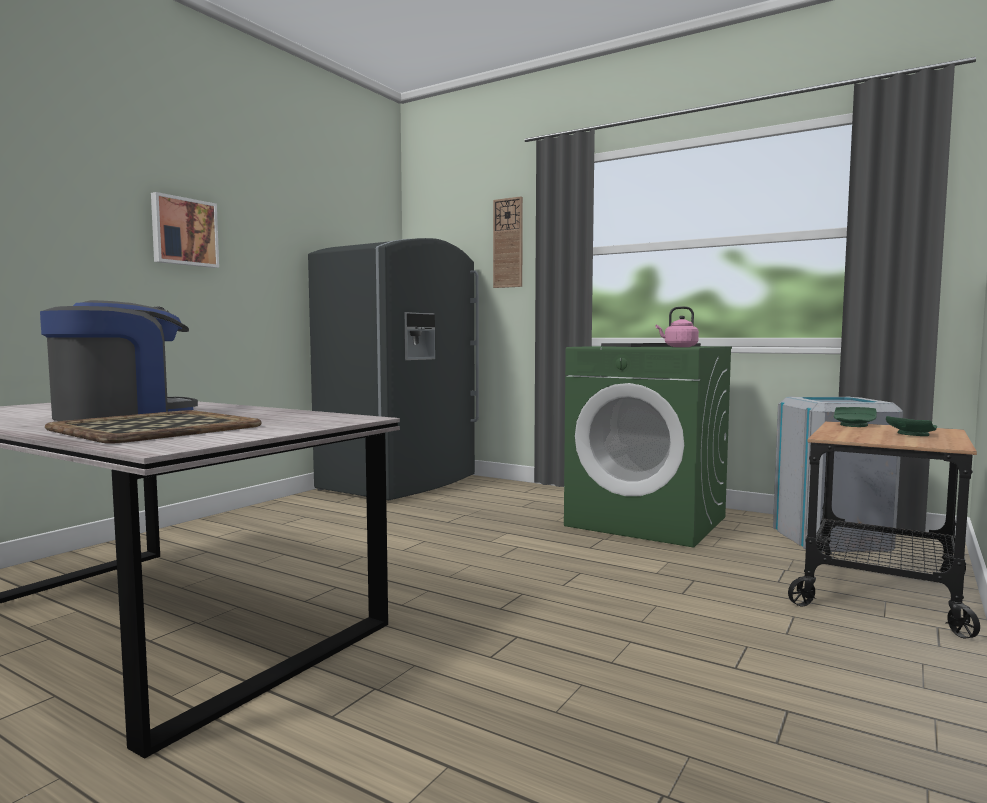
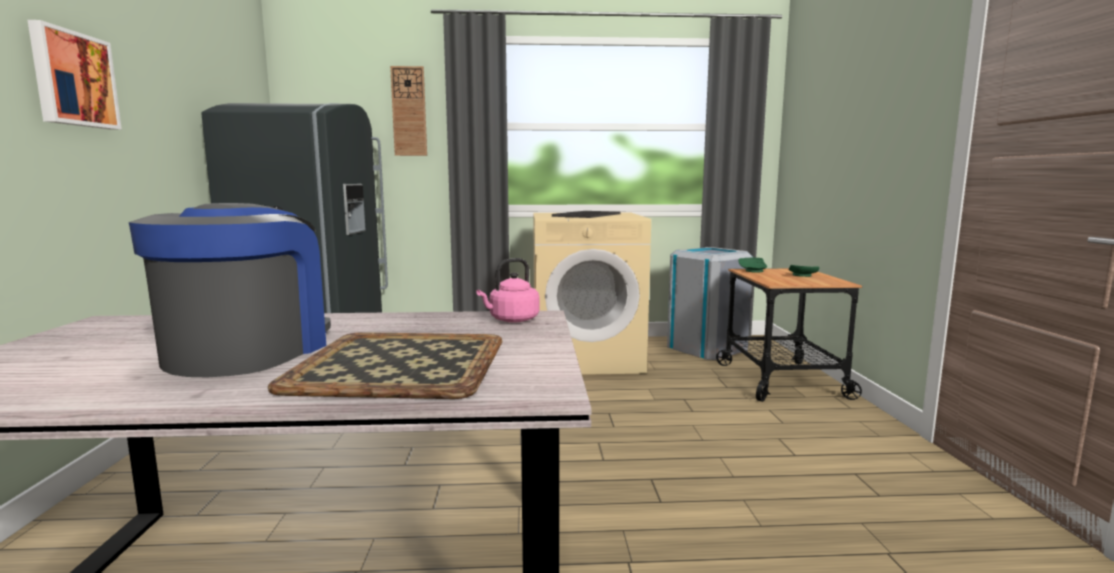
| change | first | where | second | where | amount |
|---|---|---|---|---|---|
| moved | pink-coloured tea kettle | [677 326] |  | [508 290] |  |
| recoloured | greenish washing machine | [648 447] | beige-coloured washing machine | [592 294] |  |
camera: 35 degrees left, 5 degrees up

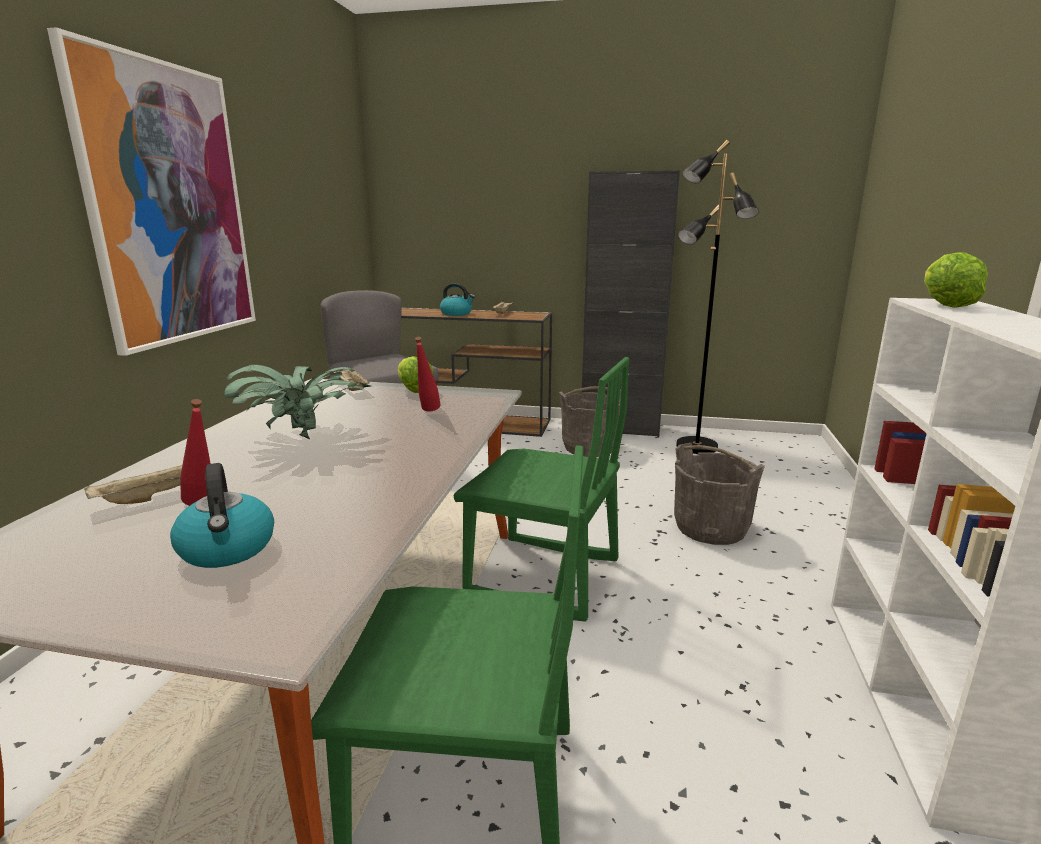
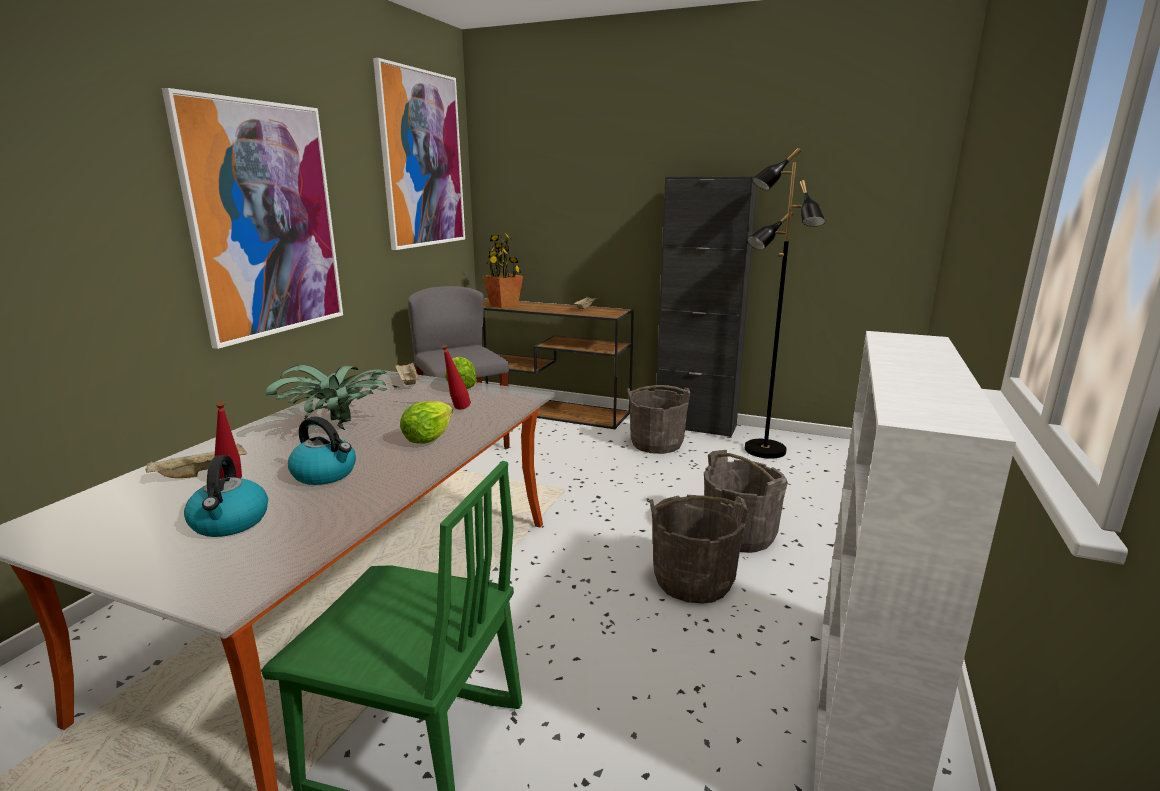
| change | first | where | second | where | amount |
|---|---|---|---|---|---|
| moved | lettuce | [956 280] |  | [426 422] |  |
| moved | tea kettle | [457 299] |  | [322 450] |  |
| removed | greenish plain chair | [541 489] |  |  |  |
| added |  |  | wall art | [419 154] |  |
| added |  |  | plant in a pot | [503 270] |  |
| added |  |  | gray bucket | [698 549] |  |
camera: 10 degrees right, 0 degrees up

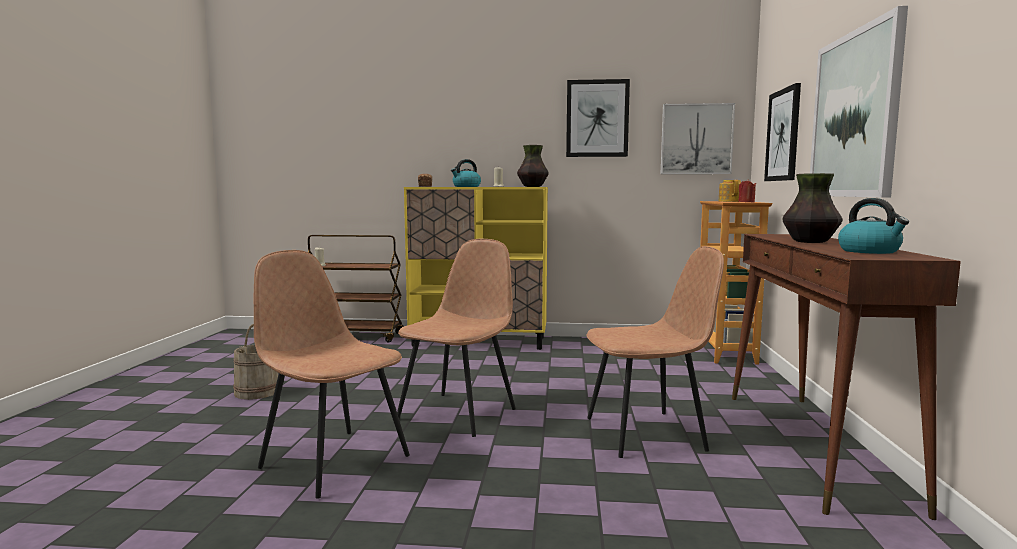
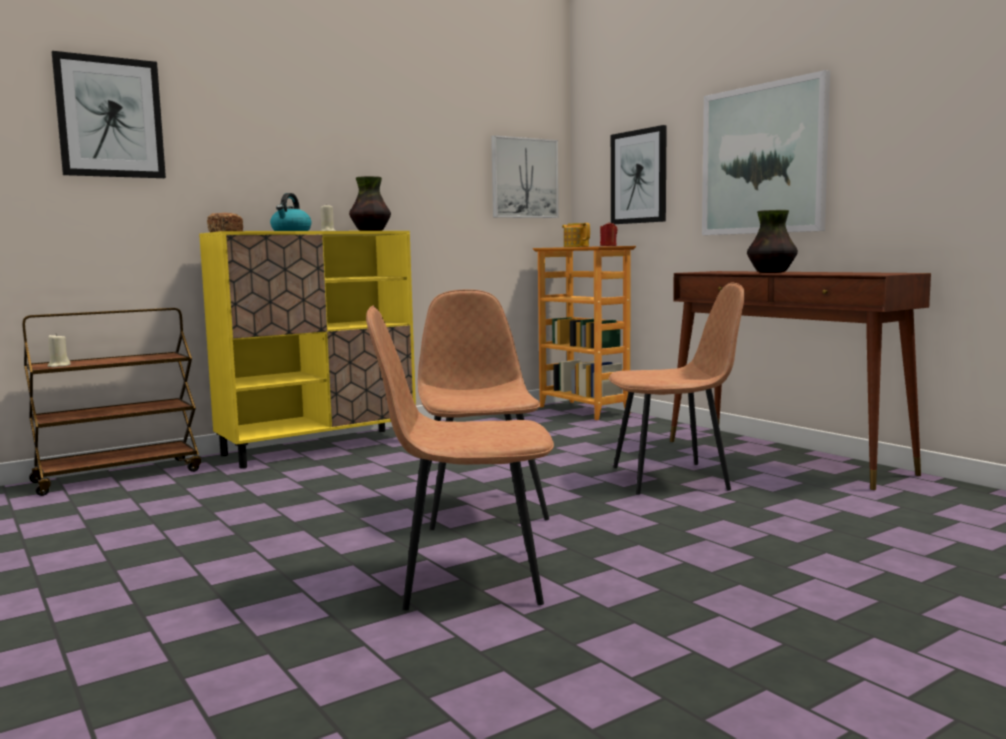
| change | first | where | second | where | amount |
|---|---|---|---|---|---|
| moved | wall art | [598 118] |  | [109 114] |  |
| removed | tea kettle | [873 226] |  |  |  |
| turned | brown-coloured plain chair | [655 352] |  | [676 389] | 45 degrees clockwise |
| removed | beige-coloured bucket | [255 362] |  |  |  |
camera: 40 degrees left, 0 degrees up

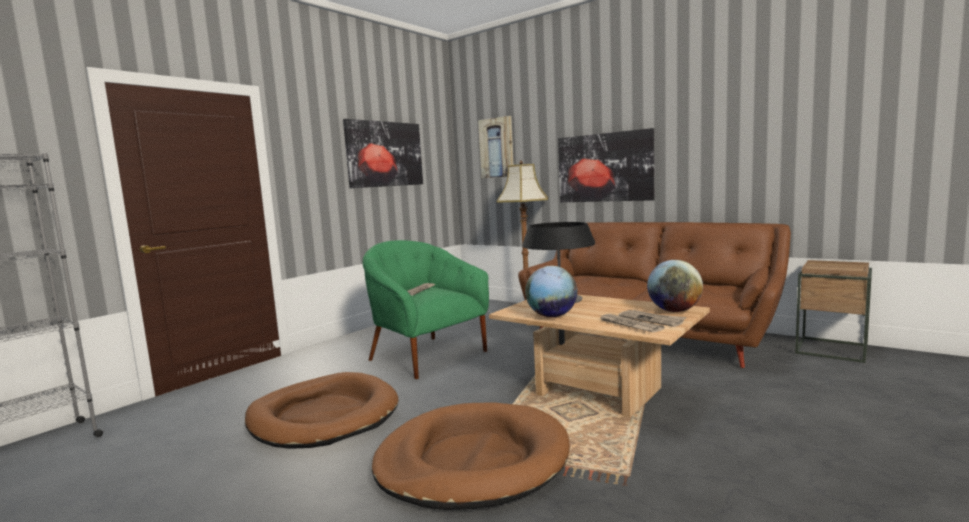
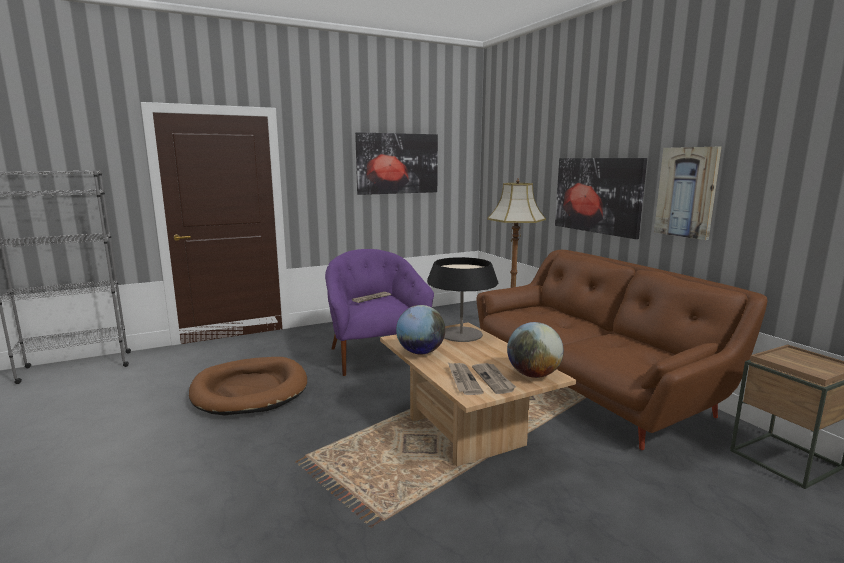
| change | first | where | second | where | amount |
|---|---|---|---|---|---|
| moved | wall art | [496 147] |  | [687 193] |  |
| recoloured | greenish armchair | [426 309] | purple armchair | [379 312] |  |
| removed | brown-coloured dog bed | [471 456] |  |  |  |
camera: 25 degrees right, 5 degrees up

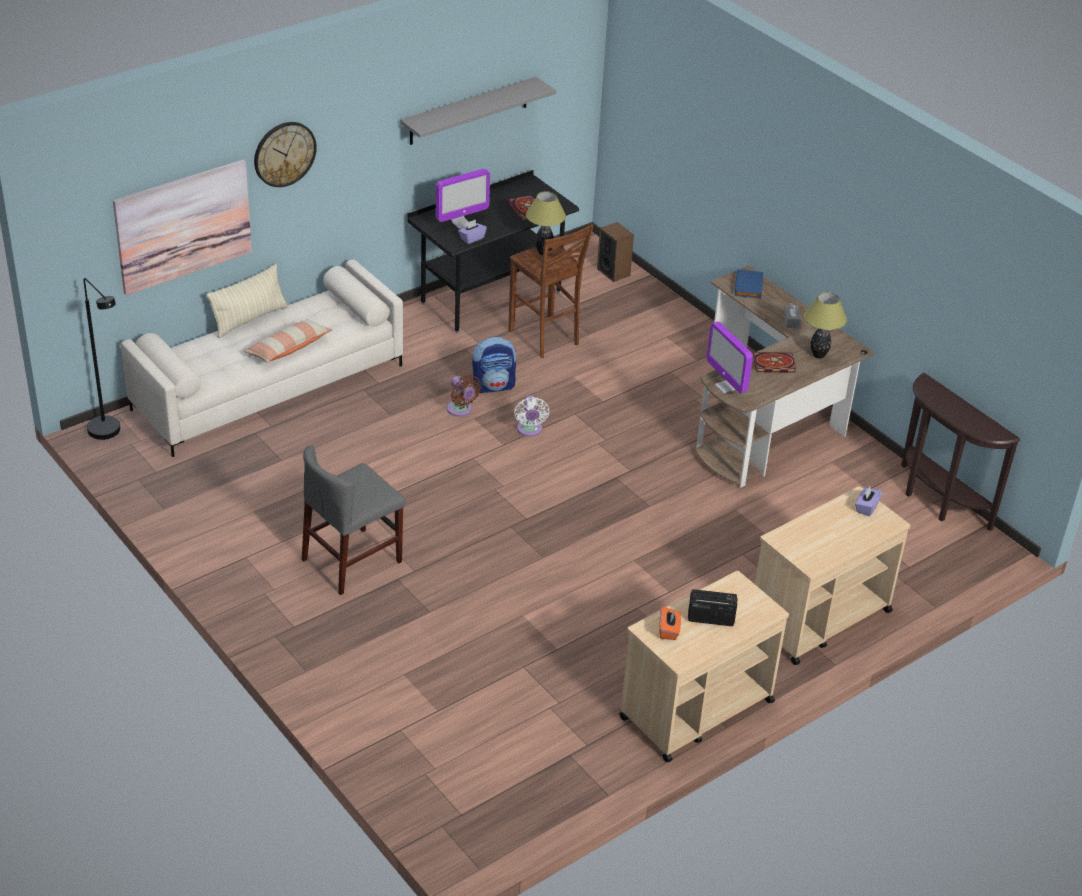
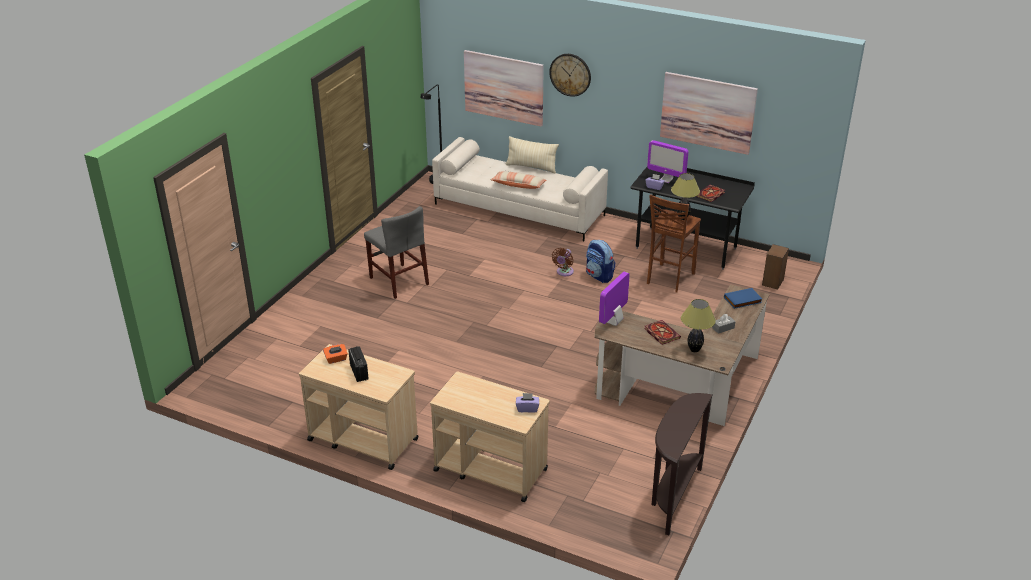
| change | first | where | second | where | amount |
|---|---|---|---|---|---|
| replaced | gray bracket shelf | [478 111] | wall art | [709 113] |  |
| removed | whitish cooling fan | [531 416] |  |  |  |
| turned | gray plain chair | [354 520] |  | [396 252] | 150 degrees counterclockwise |
camera: 65 degrees right, 5 degrees down

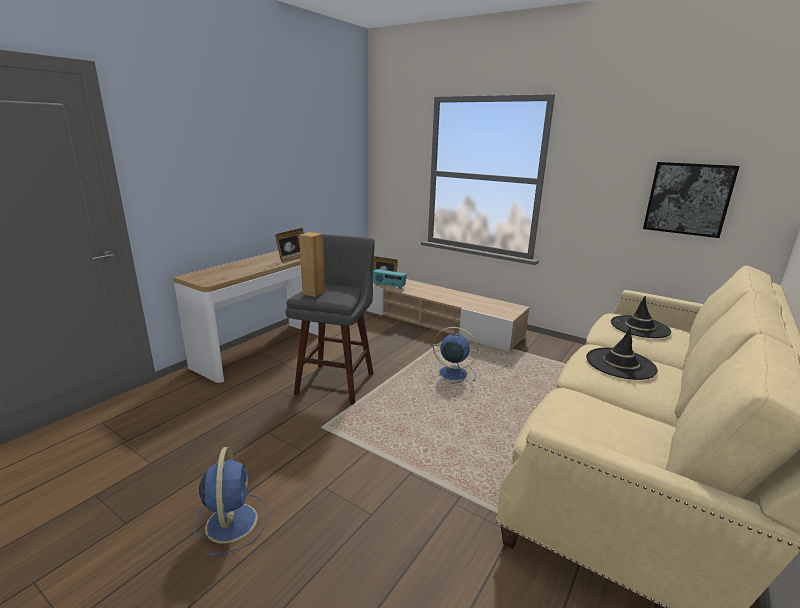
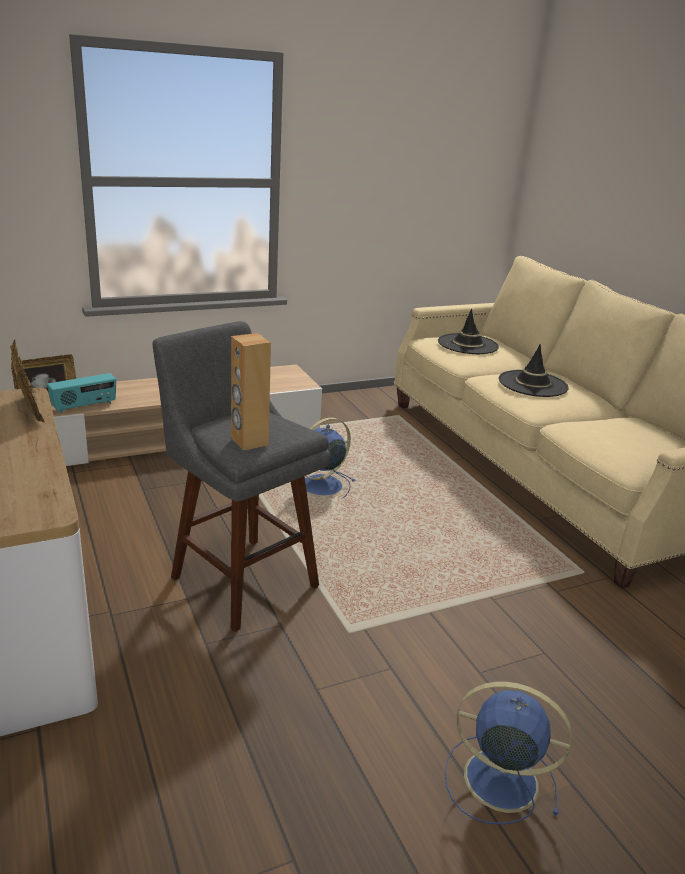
| change | first | where | second | where | amount |
|---|---|---|---|---|---|
| removed | wall art | [691 200] |  |  |  |
camera: 60 degrees left, 5 degrees up

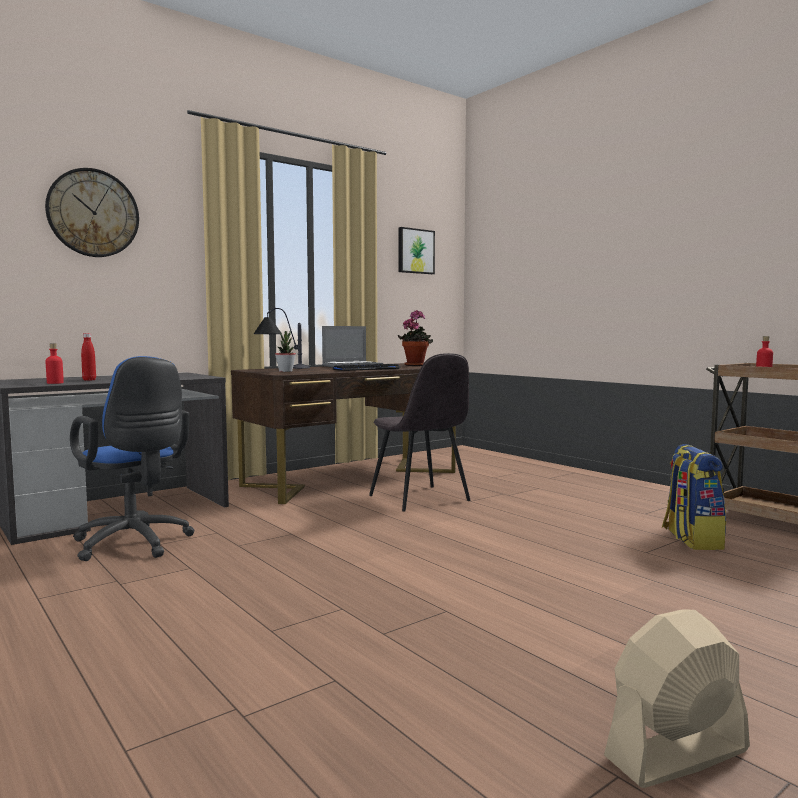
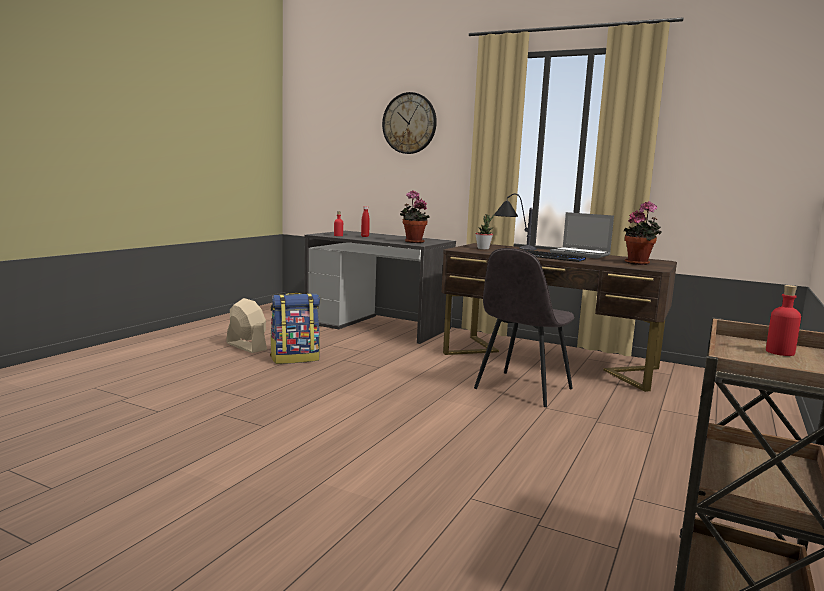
| change | first | where | second | where | amount |
|---|---|---|---|---|---|
| removed | wall art | [417 250] |  |  |  |
| removed | blue computer chair | [132 458] |  |  |  |
| moved | knapsack | [694 497] |  | [295 328] |  |
| moved | beige-coloured cooling fan | [677 698] |  | [246 325] |  |
| added |  |  | plant in a pot | [415 216] |  |
camera: 65 degrees right, 5 degrees up

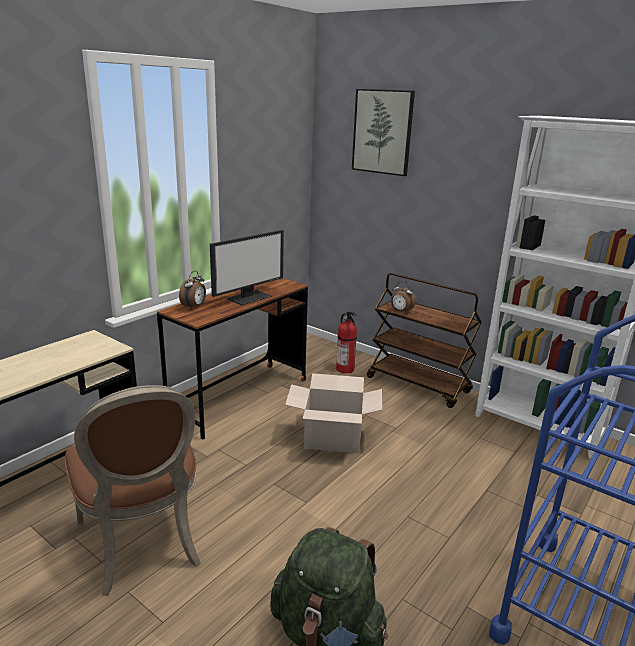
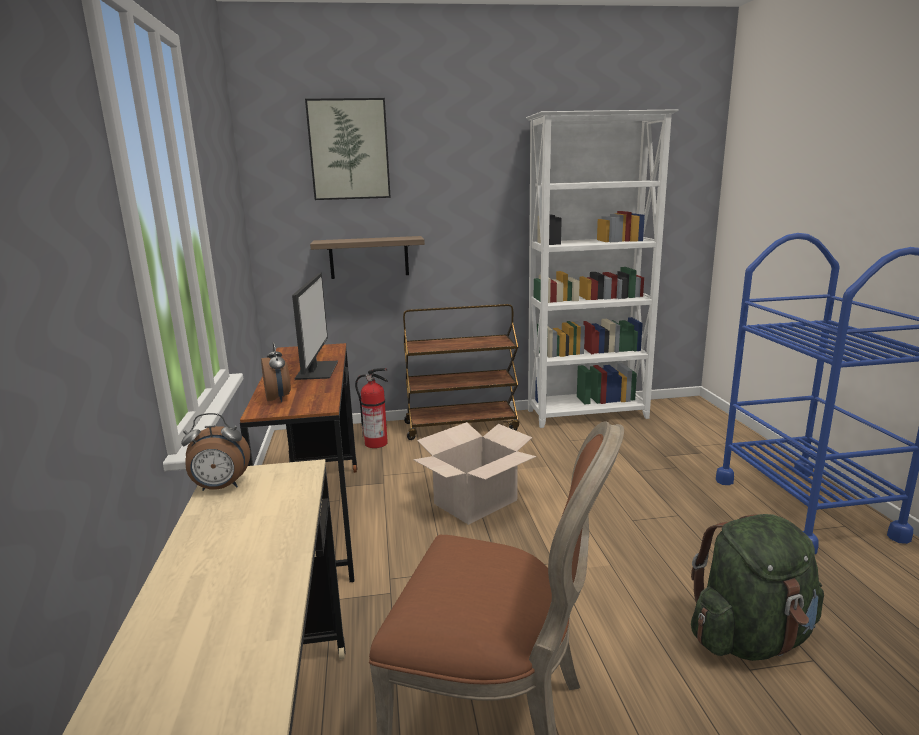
| change | first | where | second | where | amount |
|---|---|---|---|---|---|
| moved | alarm clock | [403 297] |  | [215 452] |  |
| added |  |  | bracket shelf | [367 257] |  |
camera: 45 degrees left, 5 degrees down

